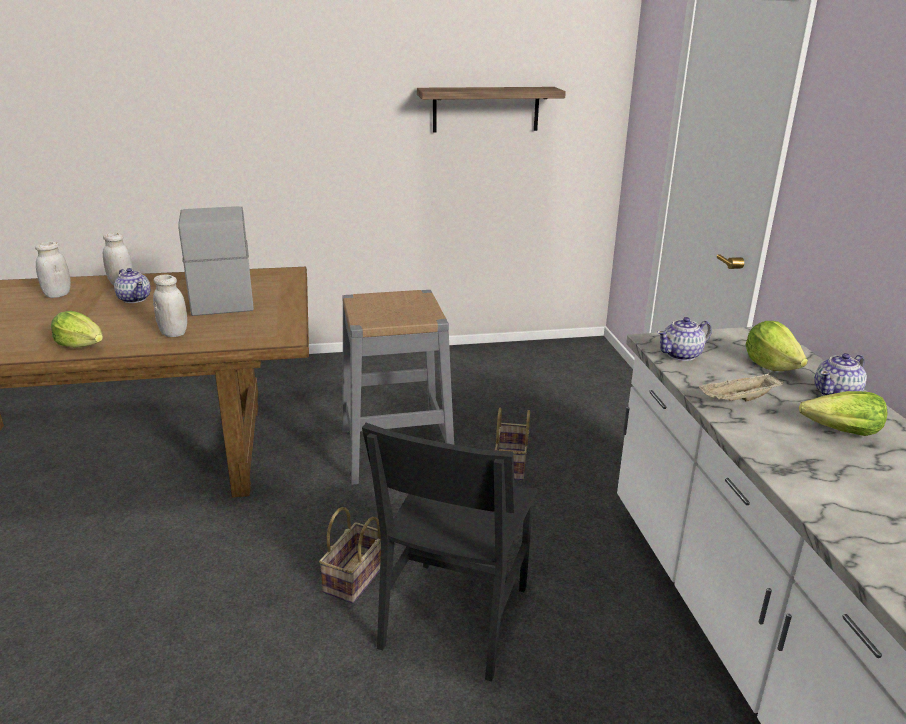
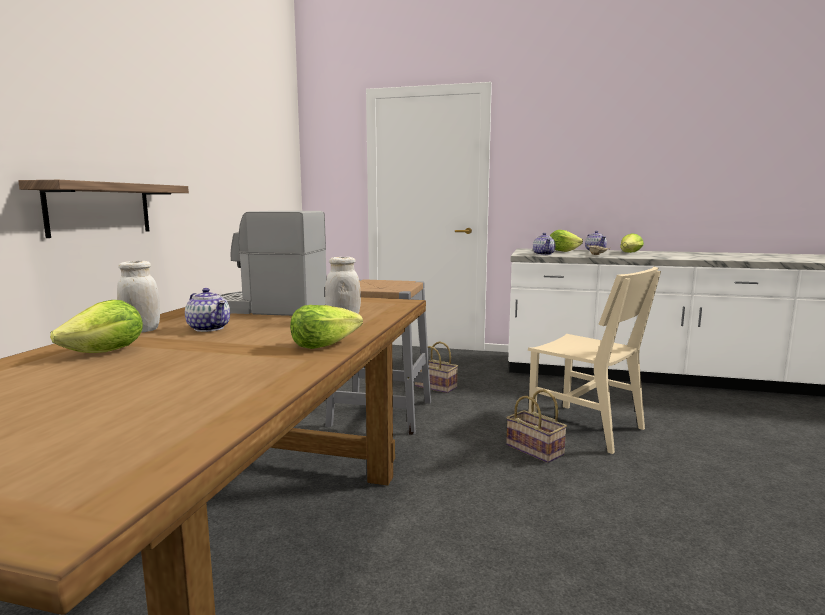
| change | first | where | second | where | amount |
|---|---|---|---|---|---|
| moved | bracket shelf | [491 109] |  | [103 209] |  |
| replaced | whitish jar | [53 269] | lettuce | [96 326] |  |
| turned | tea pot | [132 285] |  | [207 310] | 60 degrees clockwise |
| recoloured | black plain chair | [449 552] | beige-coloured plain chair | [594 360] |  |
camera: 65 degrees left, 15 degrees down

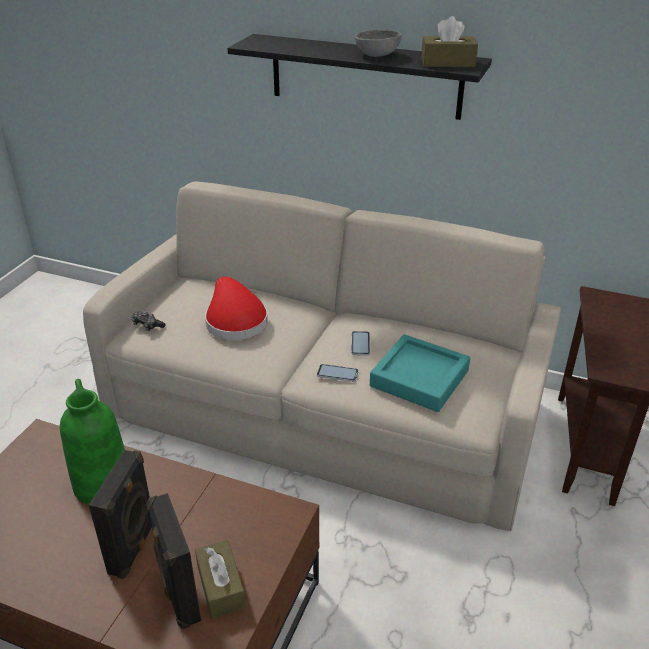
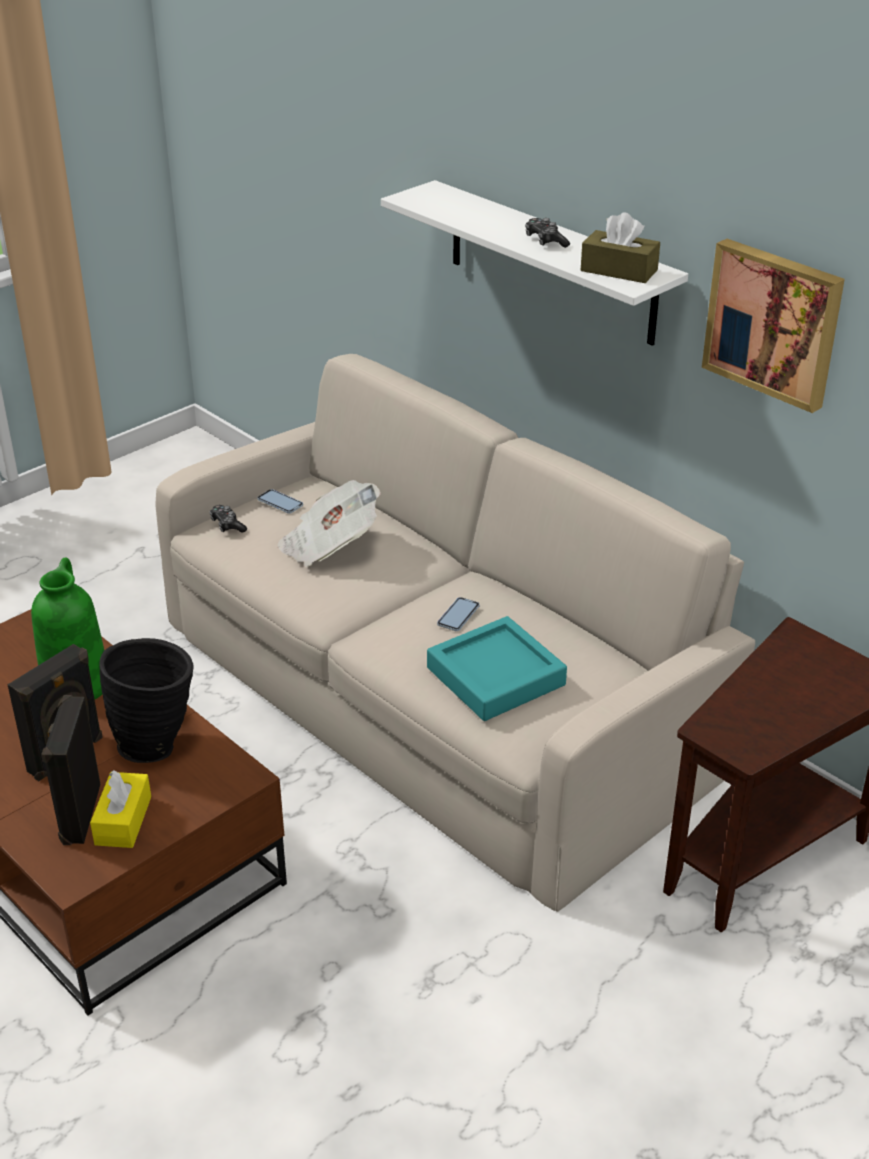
| change | first | where | second | where | amount |
|---|---|---|---|---|---|
| replaced | gray bowl | [378 43] | gamepad | [547 233] |  |
| recoloured | black bracket shelf | [360 77] | whitish bracket shelf | [534 263] |  |
| replaced | red-coloured wearable hat | [236 308] | printed paper | [329 523] |  |
| moved | phone | [338 373] |  | [280 501] |  |
| recoloured | brown-coloured tissue holder | [220 579] | yellow tissue holder | [120 809] |  |
| added |  |  | wall art | [773 326] |  |
| added |  |  | black flower vase | [146 700] |  |
camera: 25 degrees right, 0 degrees up

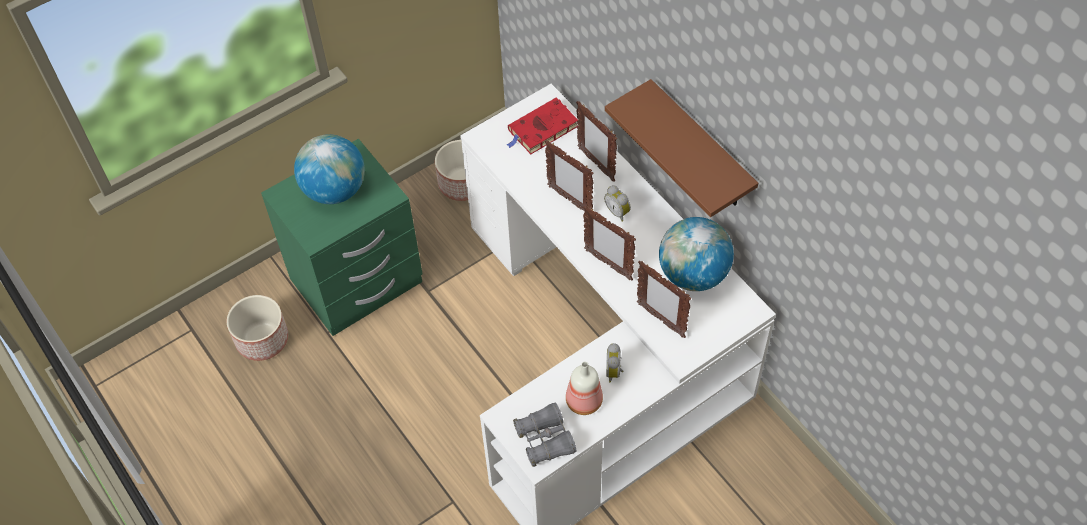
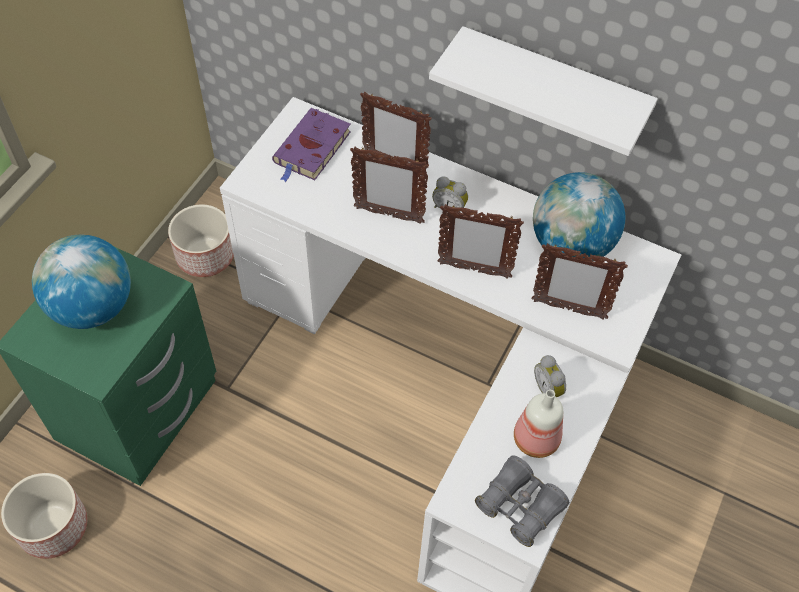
| change | first | where | second | where | amount |
|---|---|---|---|---|---|
| recoloured | brown-coloured bracket shelf | [681 148] | whitish bracket shelf | [543 91] |  |
| recoloured | red-coloured book | [542 126] | purple book | [311 145] |  |
camera: 30 degrees left, 0 degrees up

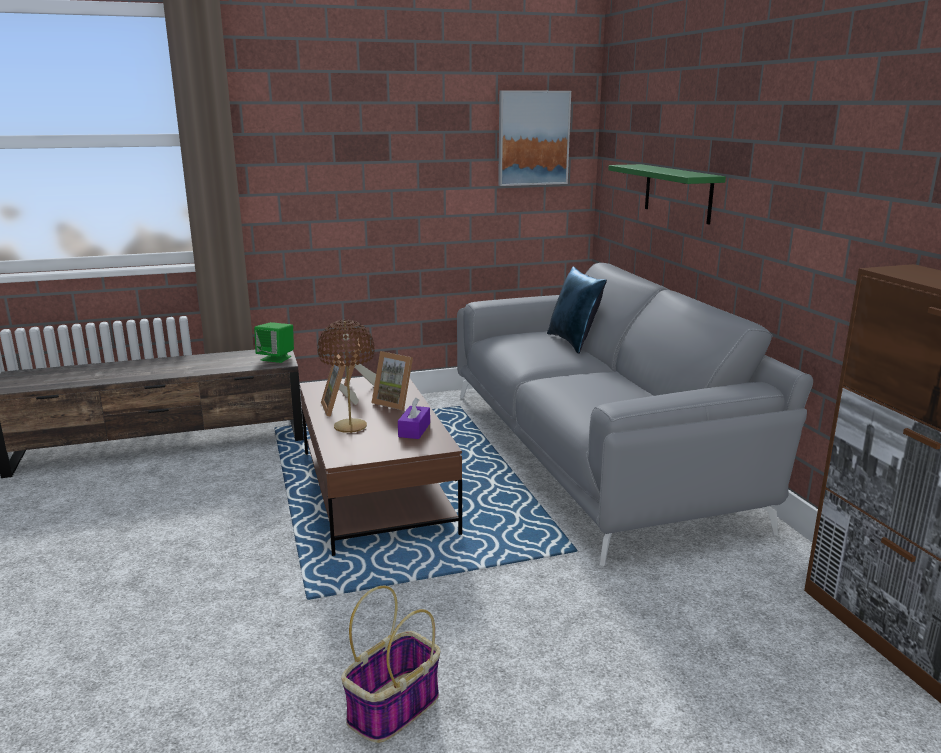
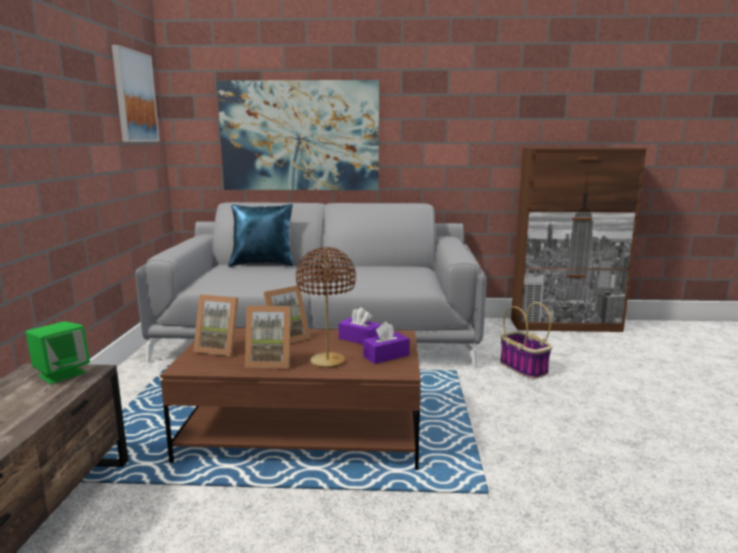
| change | first | where | second | where | amount |
|---|---|---|---|---|---|
| replaced | greenish bracket shelf | [667 194] | wall art | [298 135] |  |
| moved | basket | [390 664] |  | [526 340] |  |
| added |  |  | purple tissue holder | [386 343] |  |
camera: 70 degrees left, 5 degrees down

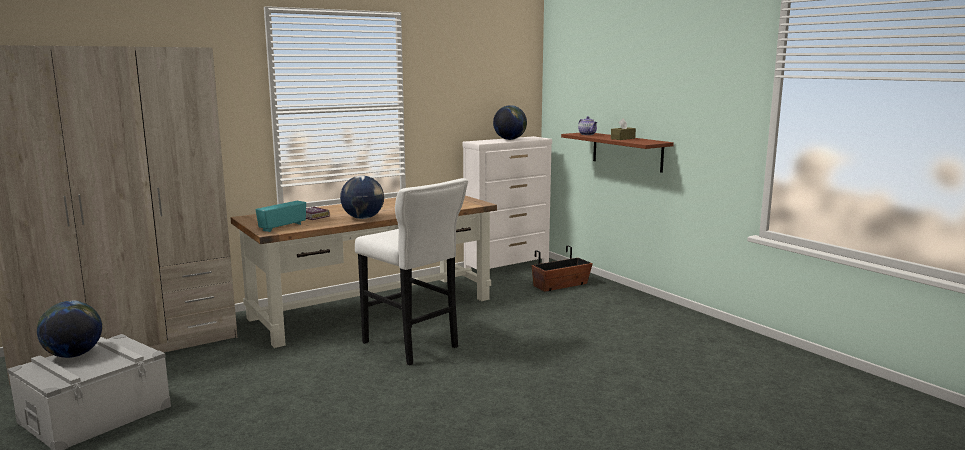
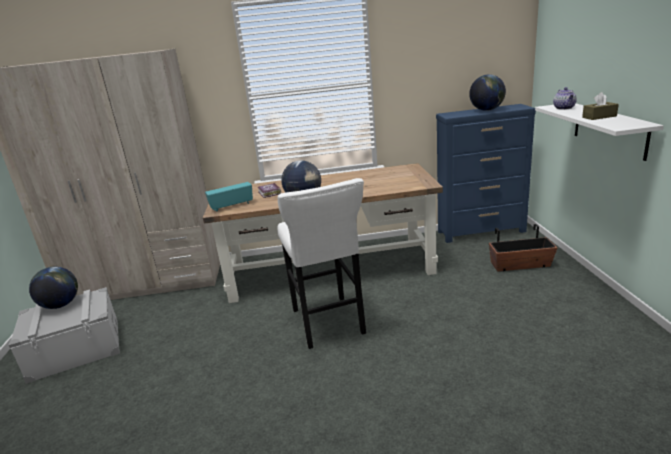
| change | first | where | second | where | amount |
|---|---|---|---|---|---|
| recoloured | brown-coloured bracket shelf | [617 153] | whitish bracket shelf | [599 132] |  |
| recoloured | whitish dresser | [507 202] | blue dresser | [486 173] |  |
camera: 30 degrees right, 10 degrees up

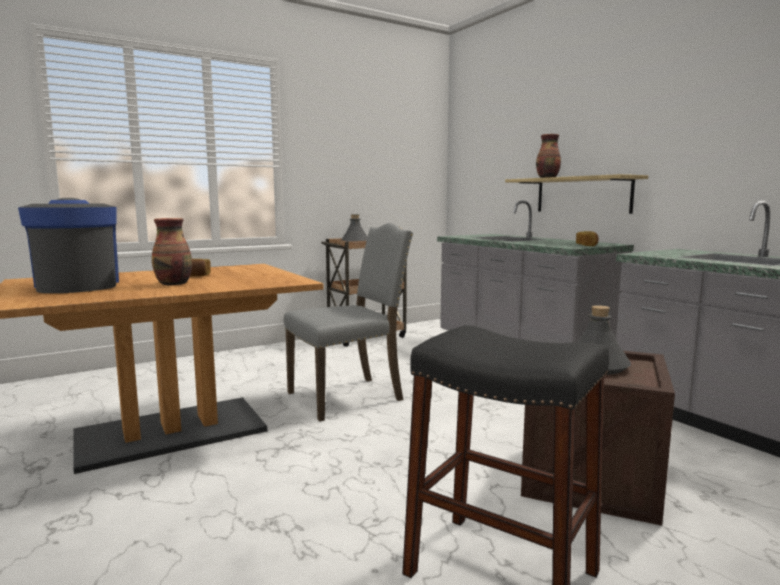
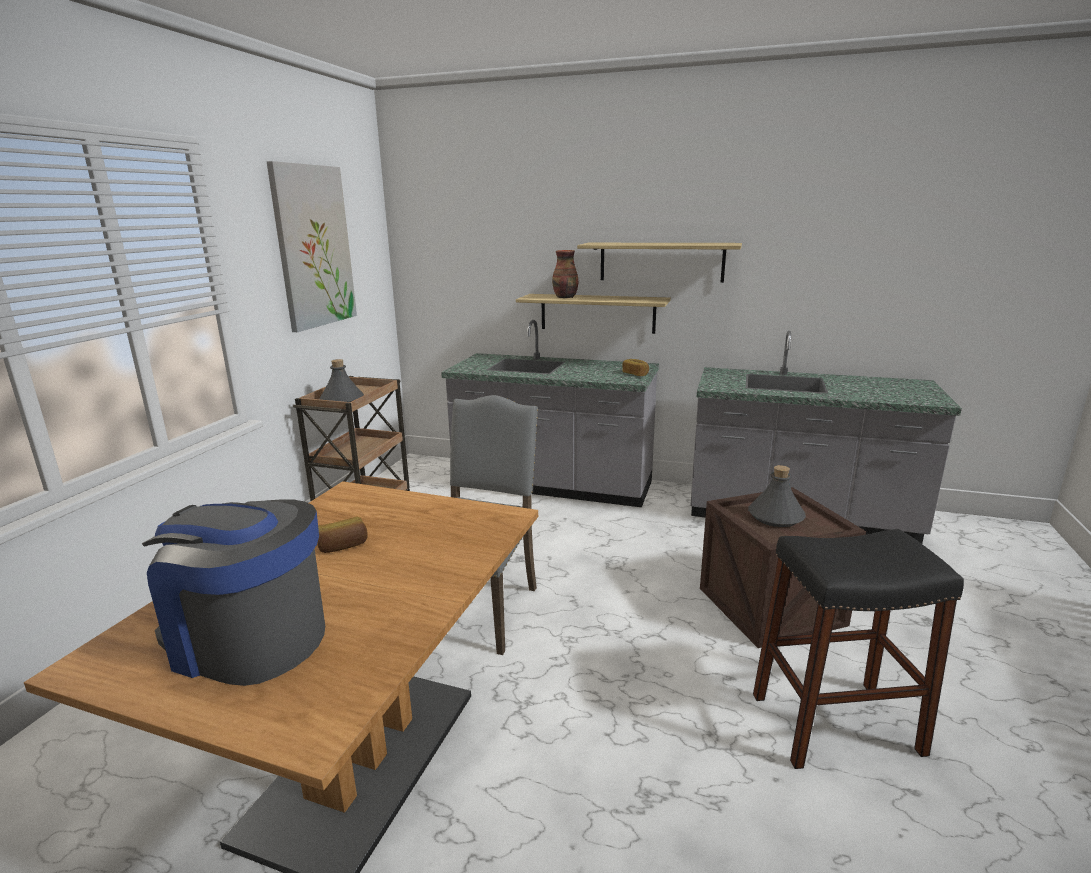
| change | first | where | second | where | amount |
|---|---|---|---|---|---|
| removed | flower vase | [172 251] |  |  |  |
| added |  |  | wall art | [312 246] |  |
| added |  |  | bracket shelf | [659 263] |  |
camera: 40 degrees left, 10 degrees up

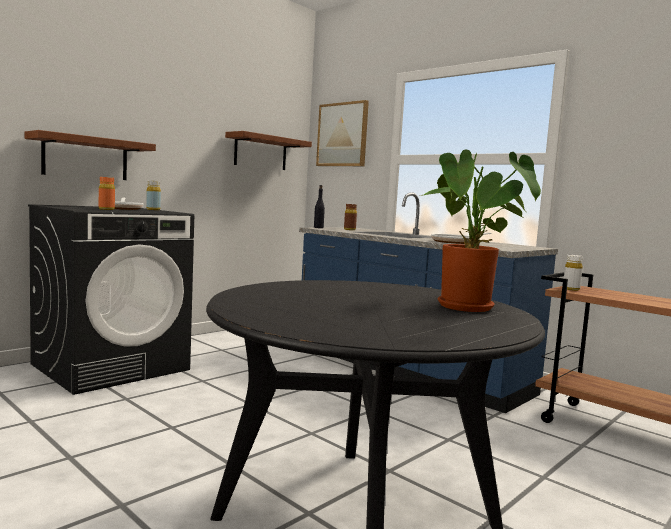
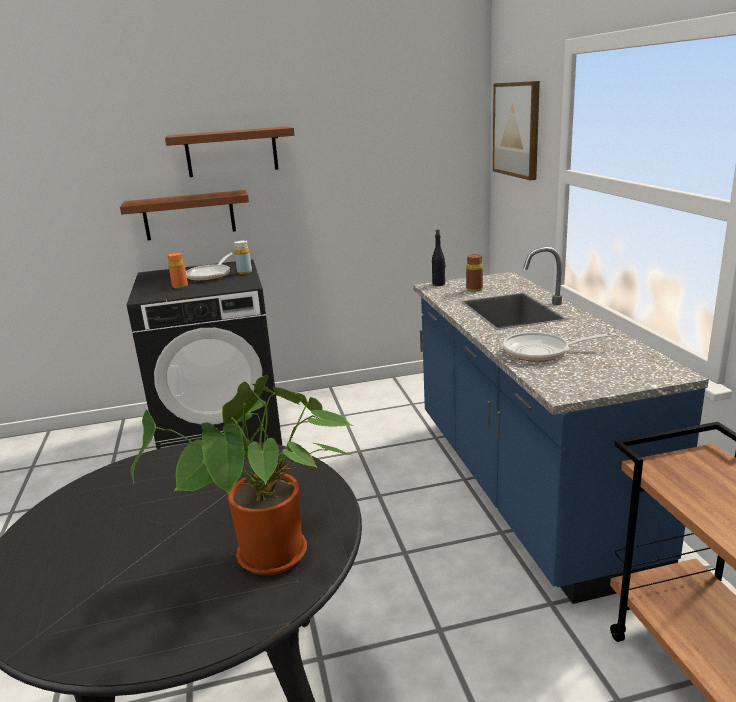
| change | first | where | second | where | amount |
|---|---|---|---|---|---|
| moved | brown-coloured bracket shelf | [268 150] |  | [230 151] |  |
| removed | whitish drink bottle | [573 273] |  |  |  |
camera: 35 degrees right, 15 degrees up

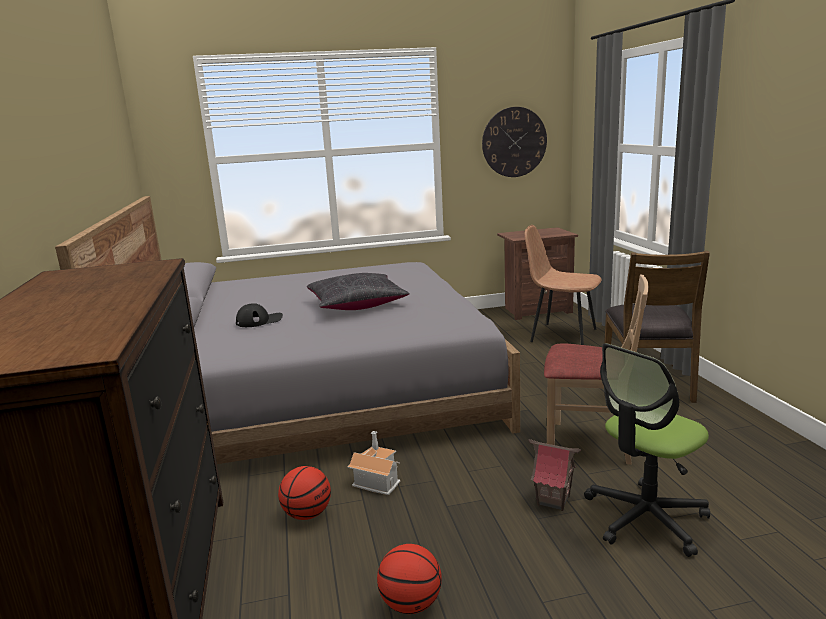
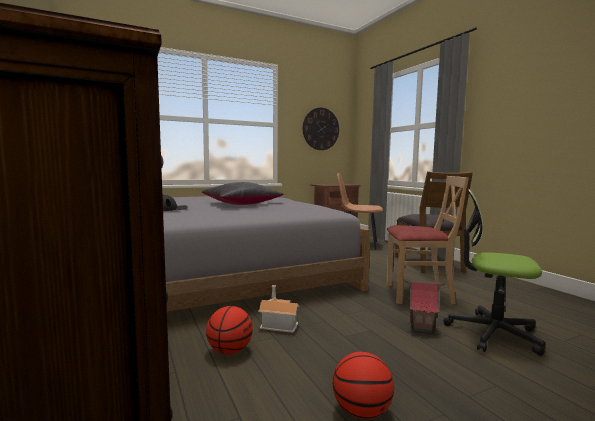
| change | first | where | second | where | amount |
|---|---|---|---|---|---|
| turned | computer chair | [647 450] |  | [494 272] | 75 degrees clockwise |
camera: 15 degrees left, 10 degrees down

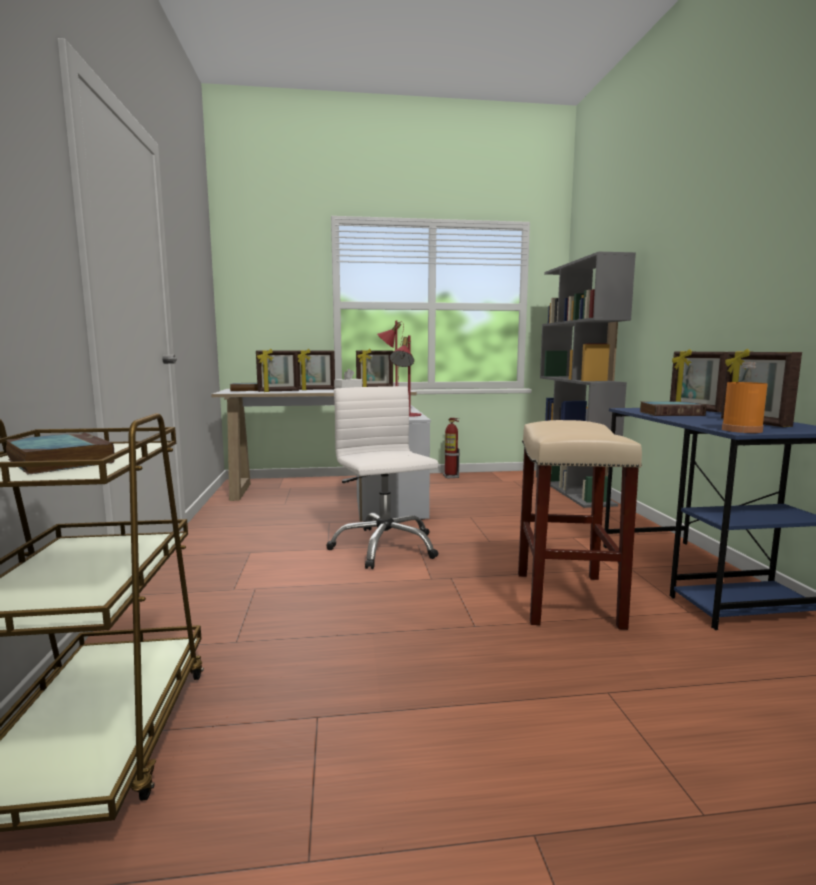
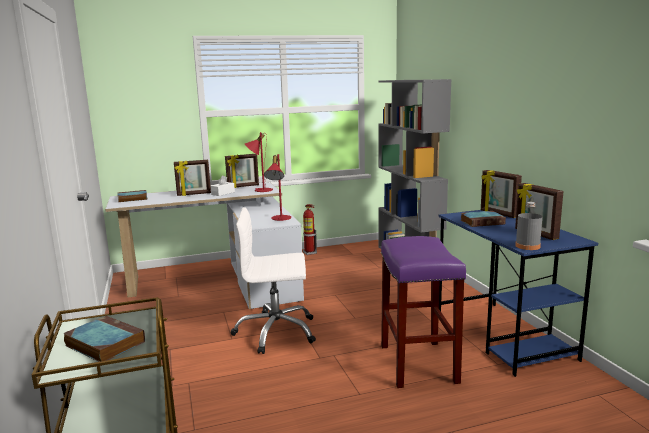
| change | first | where | second | where | amount |
|---|---|---|---|---|---|
| removed | photo frame | [277 370] |  |  |  |
| recoloured | orange-coloured drink bottle | [745 397] | gray drink bottle | [528 226] |  |
| turned | whitish computer chair | [382 477] |  | [273 280] | 60 degrees counterclockwise |
| recoloured | beige-coloured sitting stool | [580 525] | purple sitting stool | [423 312] |  |
camera: 10 degrees left, 5 degrees up

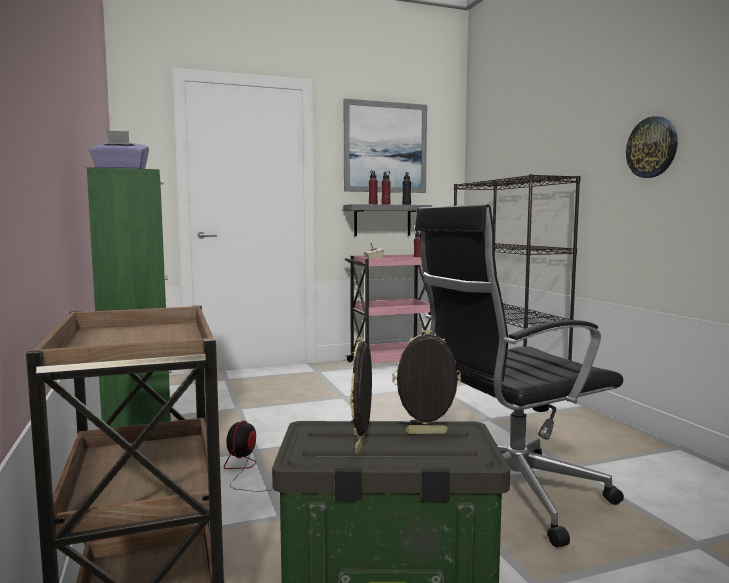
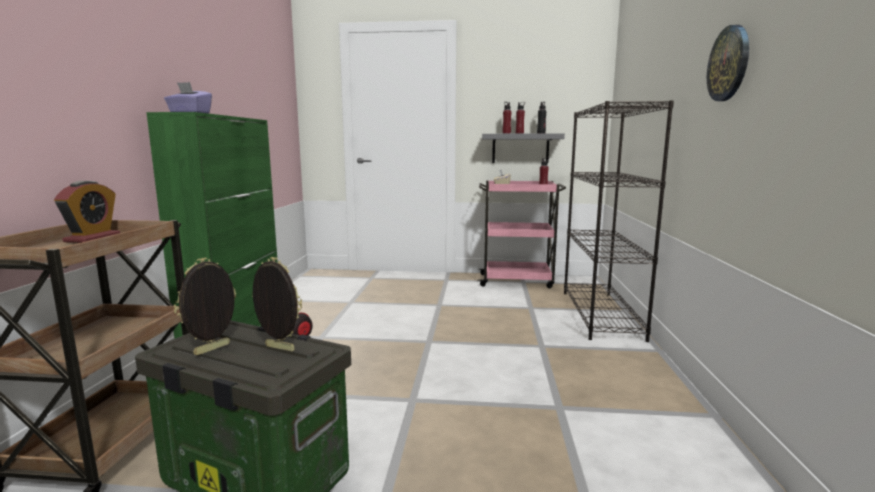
| change | first | where | second | where | amount |
|---|---|---|---|---|---|
| removed | wall art | [385 146] |  |  |  |
| removed | black computer chair | [519 375] |  |  |  |
| added |  |  | alarm clock | [87 212] |  |
camera: 25 degrees right, 5 degrees up

